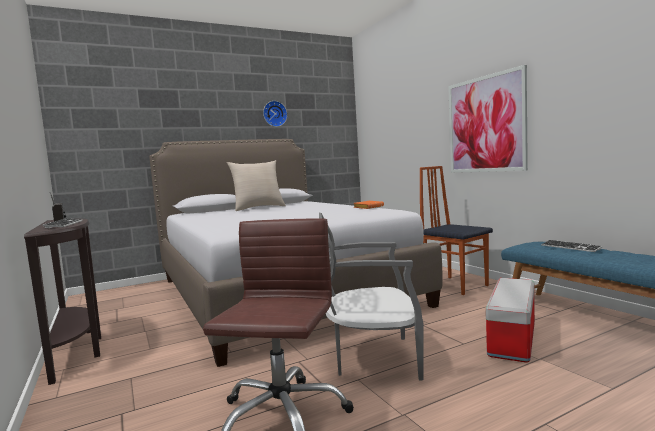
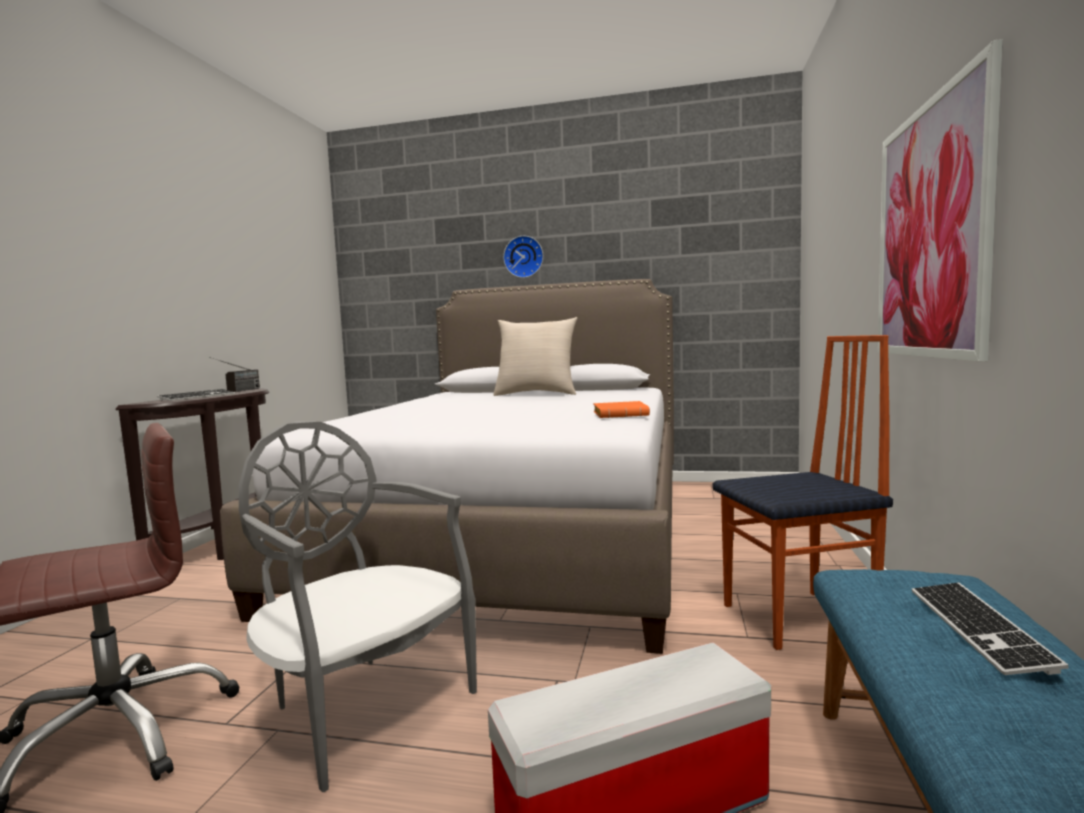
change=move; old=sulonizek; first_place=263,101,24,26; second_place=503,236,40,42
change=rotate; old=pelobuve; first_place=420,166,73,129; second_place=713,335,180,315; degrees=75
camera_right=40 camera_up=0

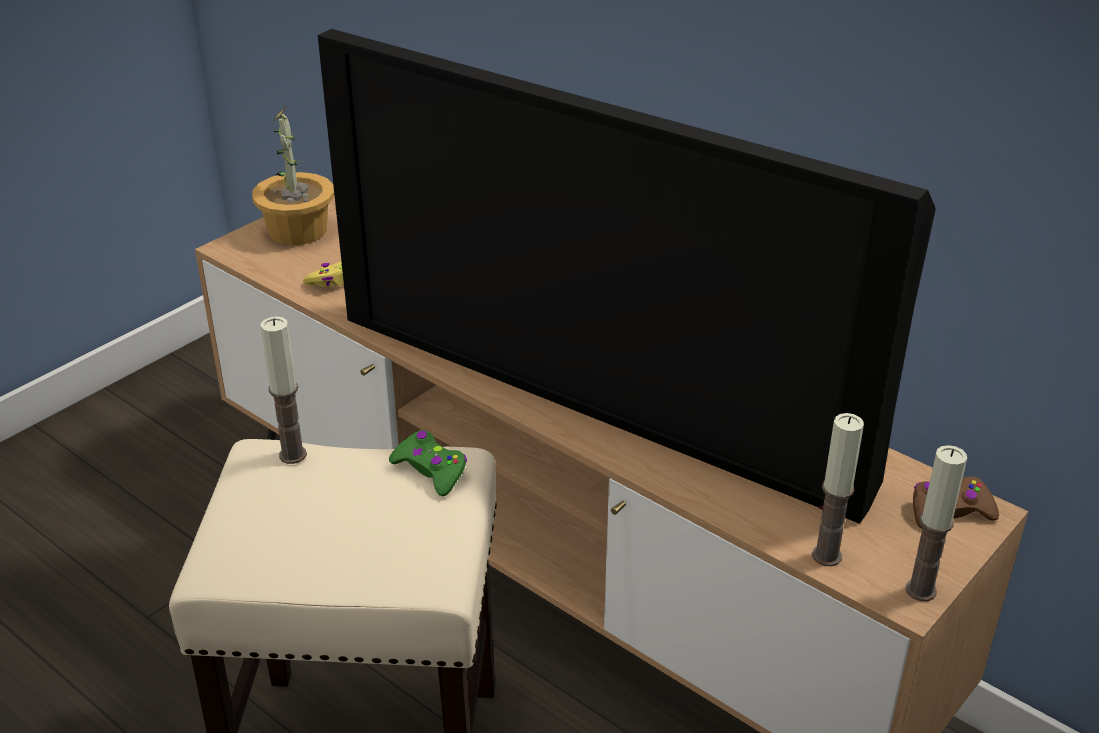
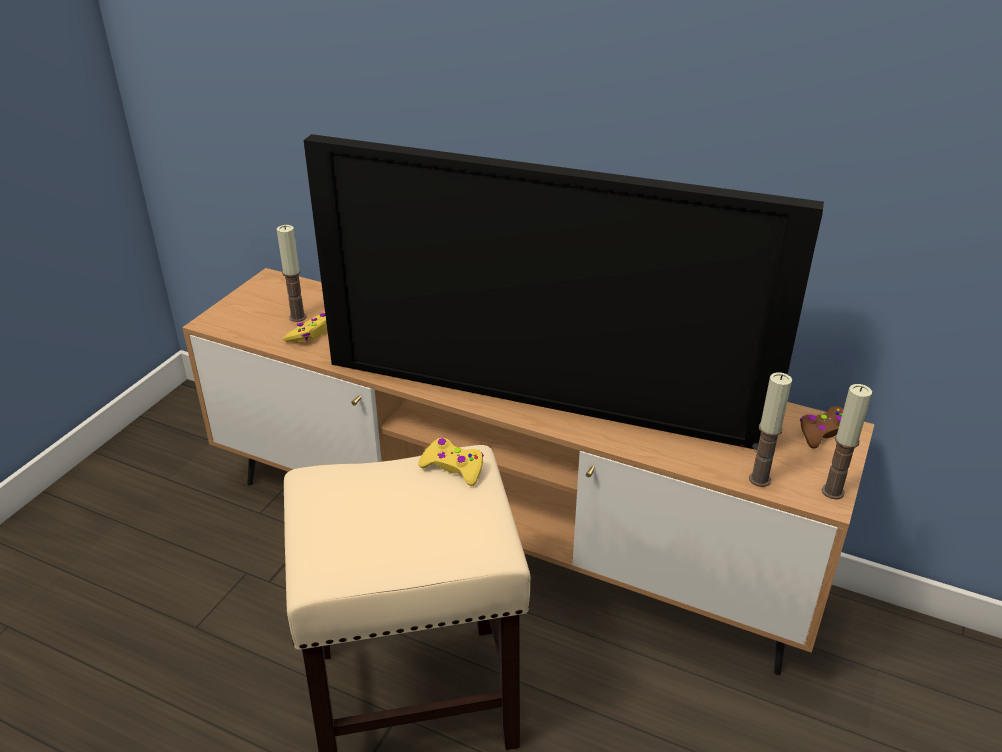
change=delete; old=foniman; first_place=252,106,82,139
change=move; old=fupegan; first_place=261,316,46,148; second_place=277,225,30,97
change=recolor; old=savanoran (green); new=savanoran (yellow); first_place=389,430,78,67; second_place=418,438,66,48
camera_right=-15 camera_up=0

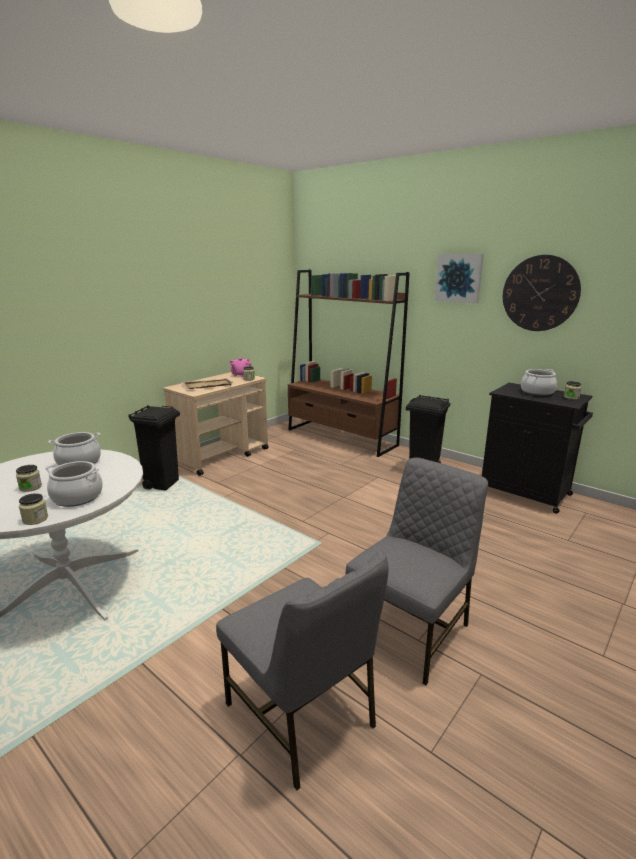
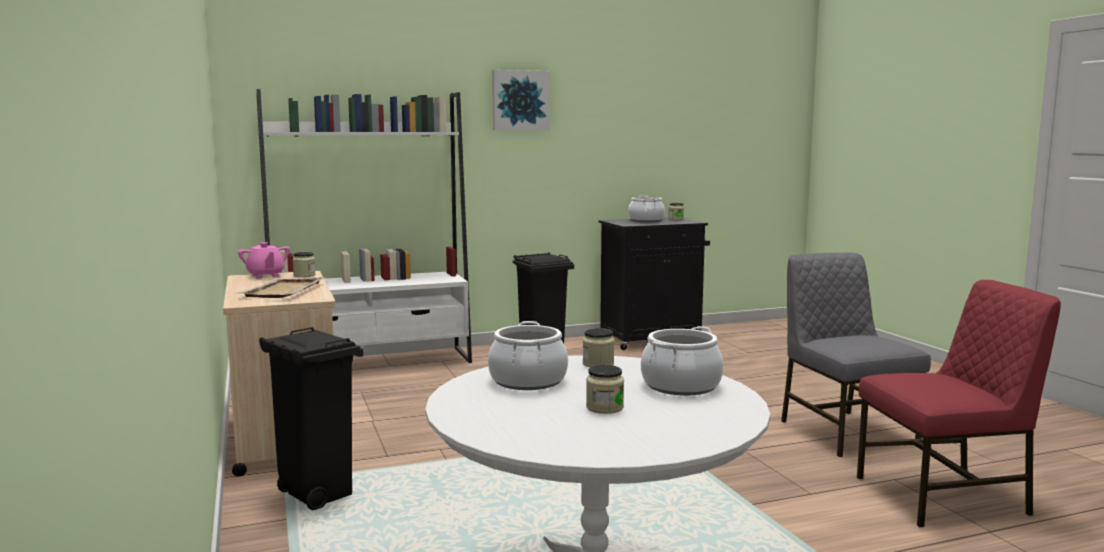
change=move; old=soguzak; first_place=19,493,29,32; second_place=583,328,31,39
change=recolor; old=pelobuve (grey); new=pelobuve (red); first_place=216,551,173,239; second_place=857,280,204,247
change=recolor; old=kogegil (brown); new=kogegil (white); first_place=288,270,122,187; second_place=256,89,216,274
change=delete; old=sulonizek; first_place=503,255,78,76
camera_right=-60 camera_up=-10

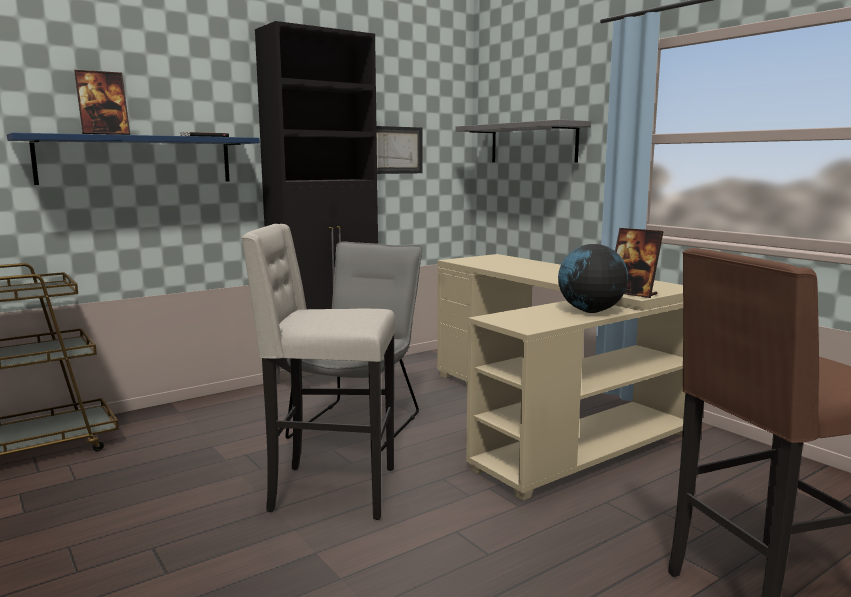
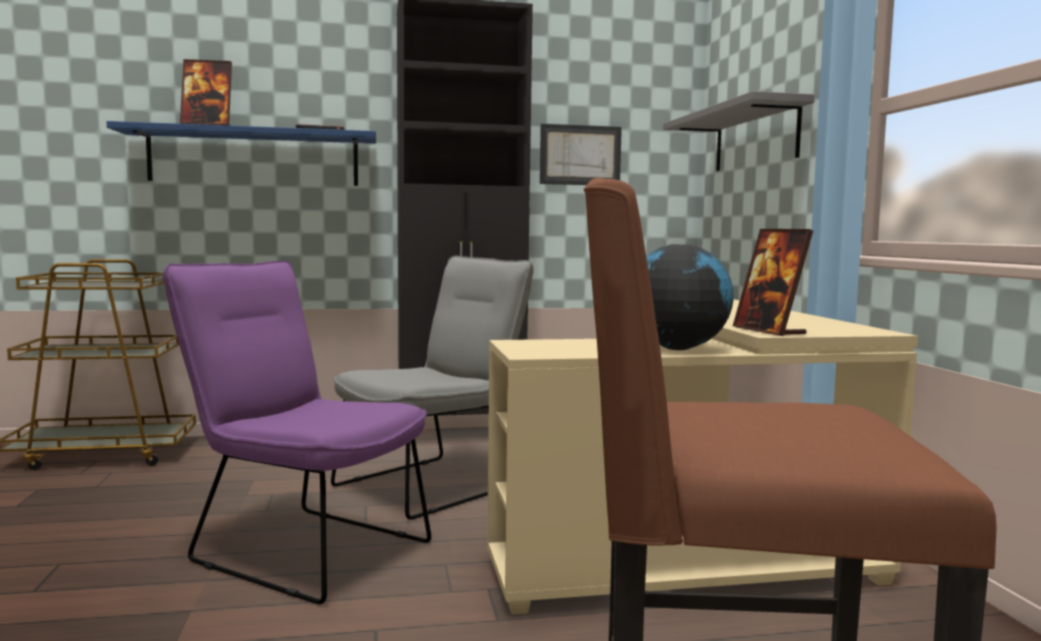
change=replace; old=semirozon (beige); new=pelobuve (purple); first_place=241,224,155,296; second_place=163,260,268,344
camera_right=25 camera_up=-5

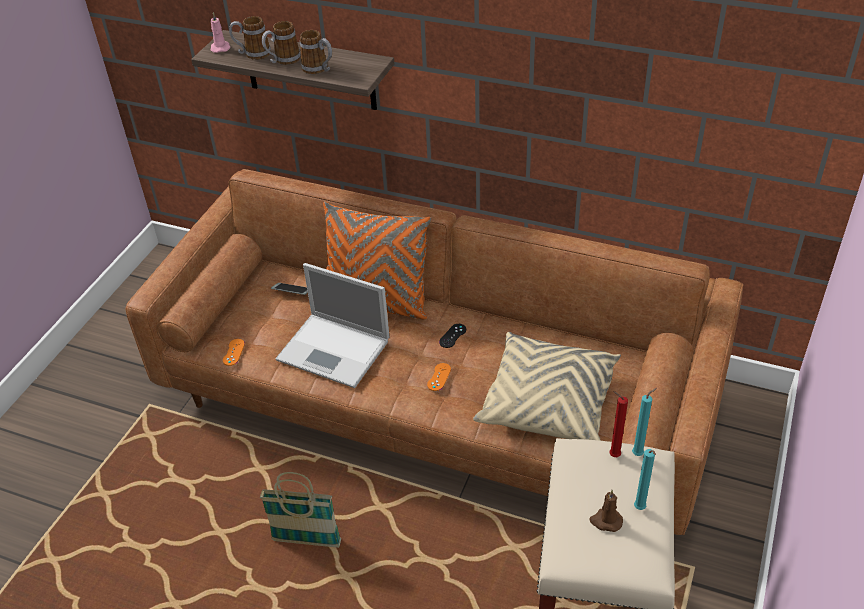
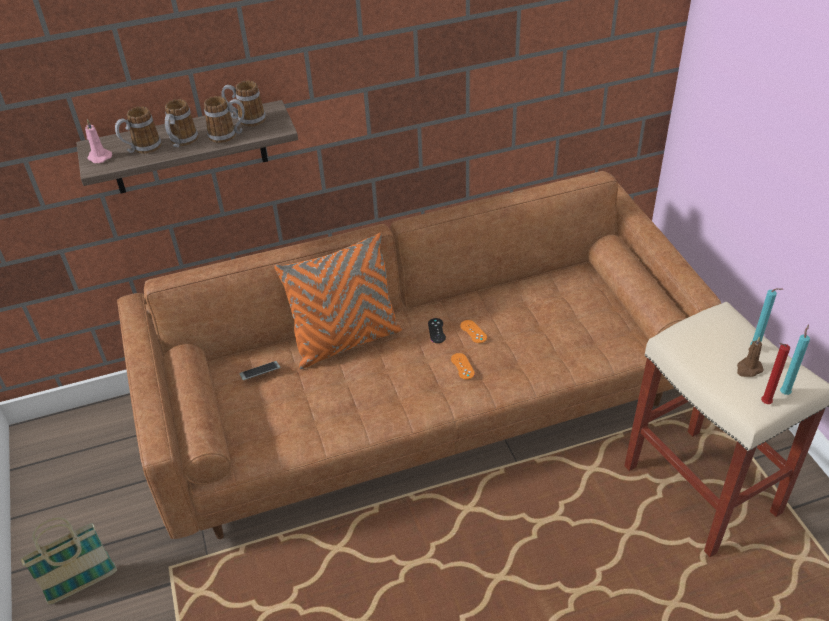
change=move; old=savanoran (orange); first_place=223,339,22,27; second_place=460,320,27,23
change=move; old=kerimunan; first_place=260,472,81,76; second_place=21,517,96,88
change=delete; old=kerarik; first_place=276,263,113,125
change=delete; old=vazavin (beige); first_place=473,332,148,109
change=move; old=fupegan (red); first_place=609,391,19,66; second_place=761,343,29,61
change=move; old=fupegan (turquoise); first_place=632,388,25,68; second_place=780,324,30,71
change=insert; new=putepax; second_place=221,80,45,47
camera_right=-40 camera_up=0

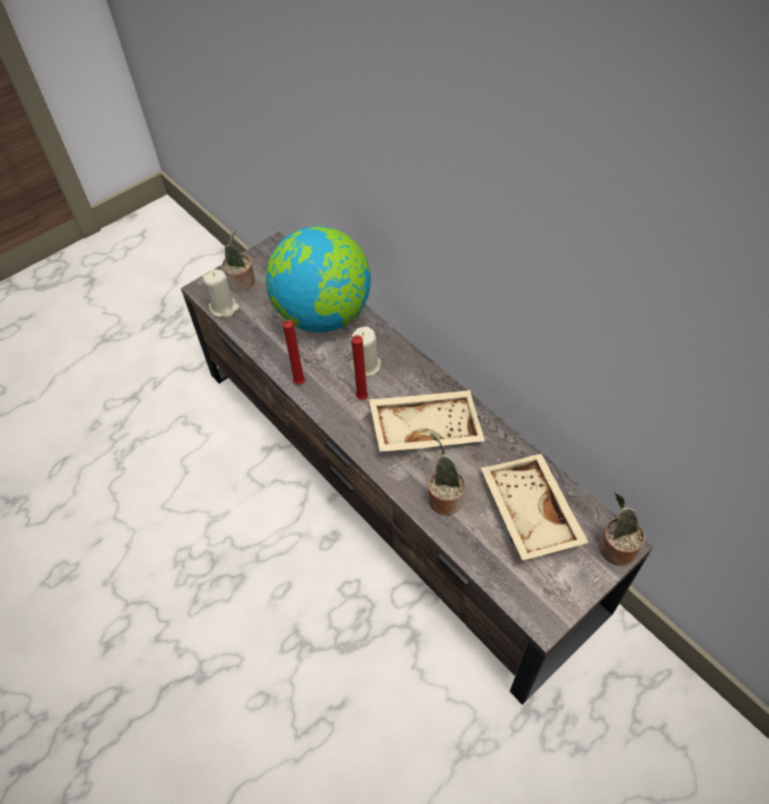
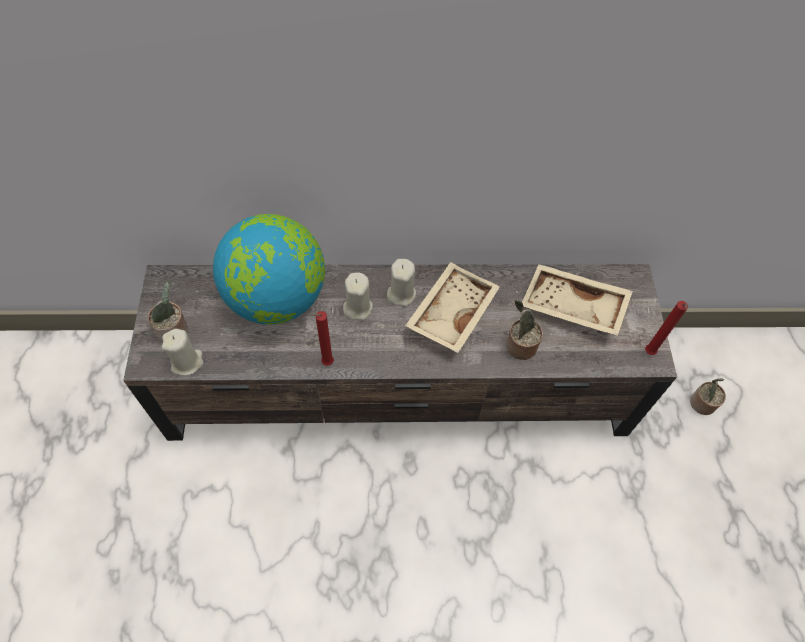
change=move; old=fupegan (red); first_place=345,335,23,65; second_place=645,301,43,54
change=move; old=foniman; first_place=600,492,45,74; second_place=690,378,36,37
change=insert; new=fupegan (beige); second_place=387,259,29,47
camera_right=-55 camera_up=5

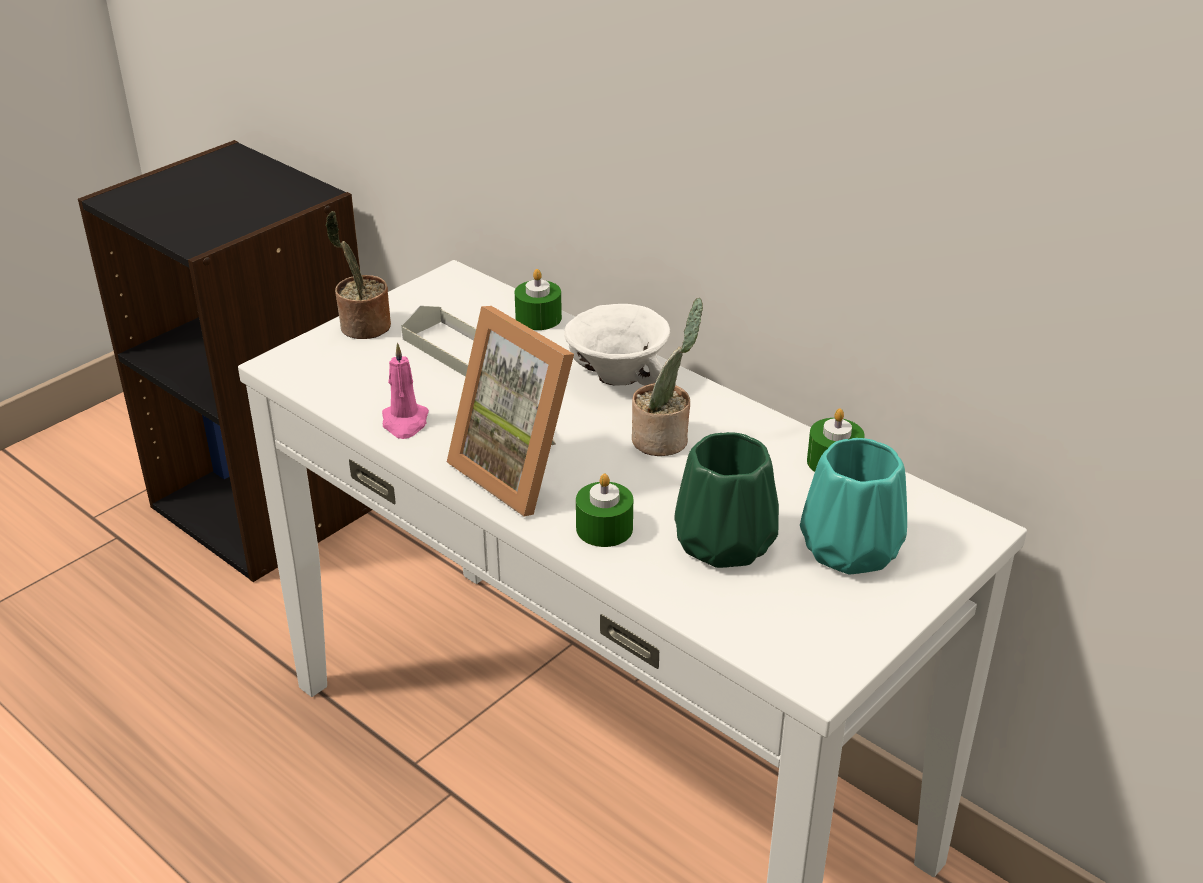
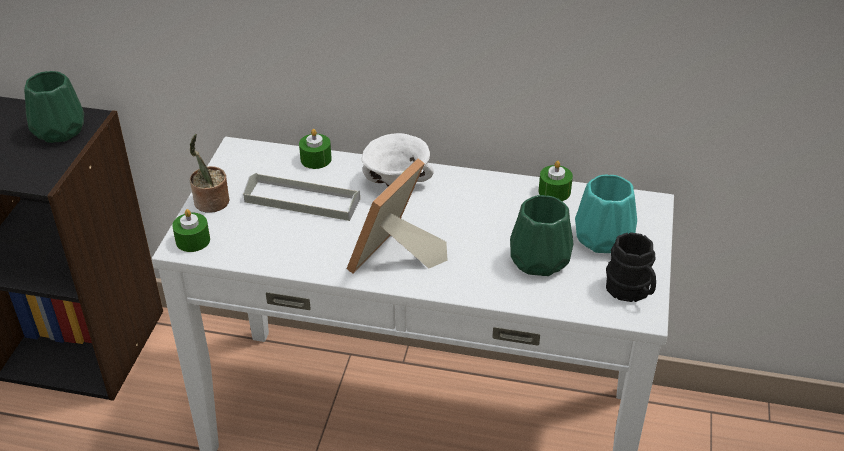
change=delete; old=fupegan (pink); first_place=382,343,47,96
change=rotate; old=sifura; first_place=447,306,127,211; second_place=347,158,101,116; degrees=105
change=move; old=fupegan (green); first_place=576,474,57,73; second_place=172,209,38,43
change=delete; old=foniman; first_place=632,298,71,158
change=insert; new=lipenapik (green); second_place=24,71,60,72
change=insert; new=putepax (black); second_place=606,232,50,70
camera_right=-30 camera_up=5

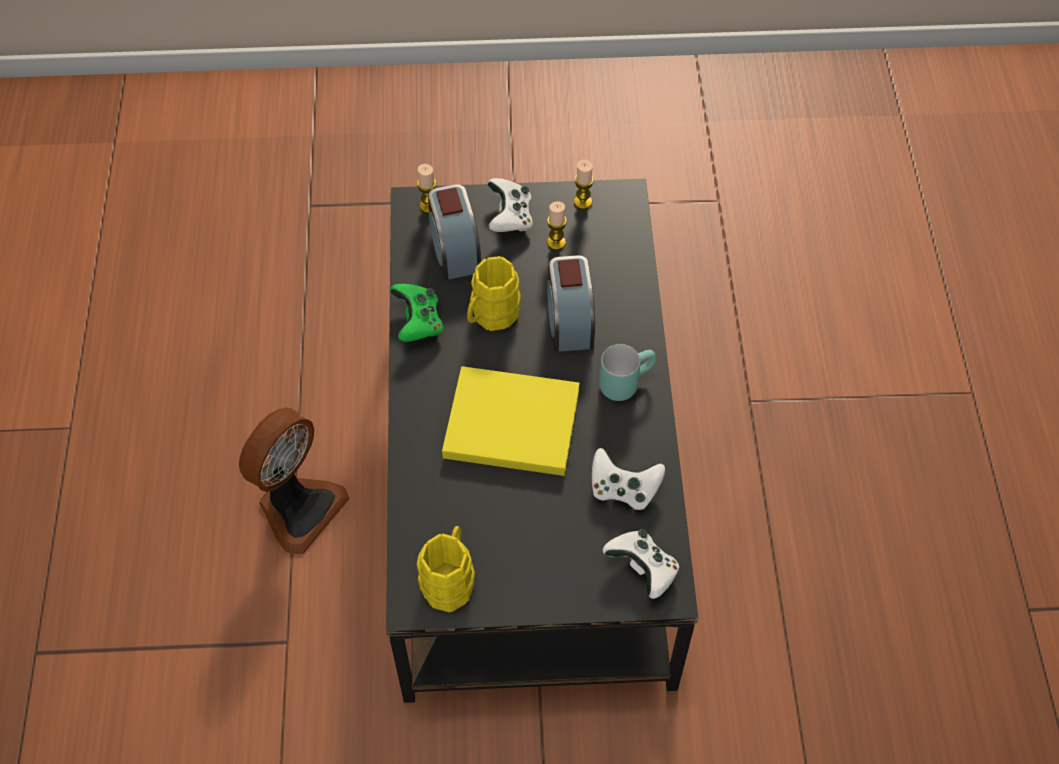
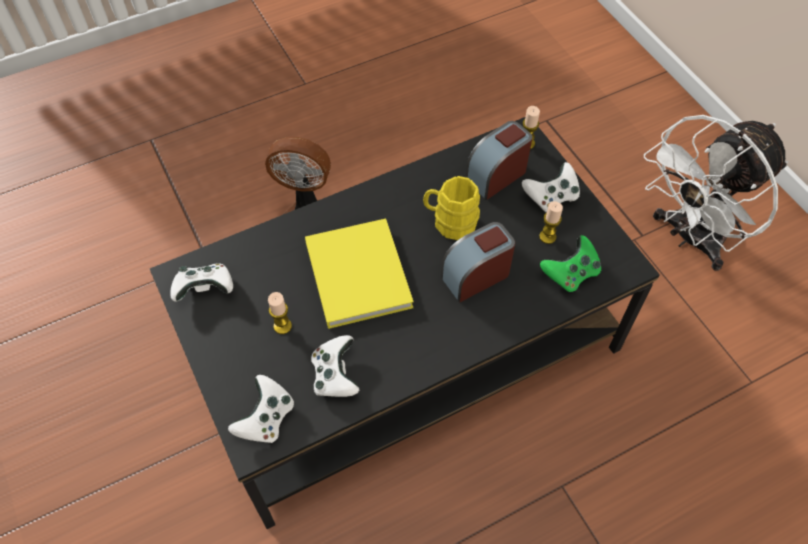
change=move; old=savanoran (green); first_place=390,284,53,58; second_place=540,235,61,57
change=replace; old=putepax (yellow); new=savanoran (white); first_place=416,526,59,86; second_place=170,263,63,39
change=move; old=fupegan; first_place=574,160,20,49; second_place=268,292,24,42
change=delete; old=putepax (turquoise); first_place=599,344,57,57
change=insert; new=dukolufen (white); second_place=644,115,144,156
camera_right=65 camera_up=0

